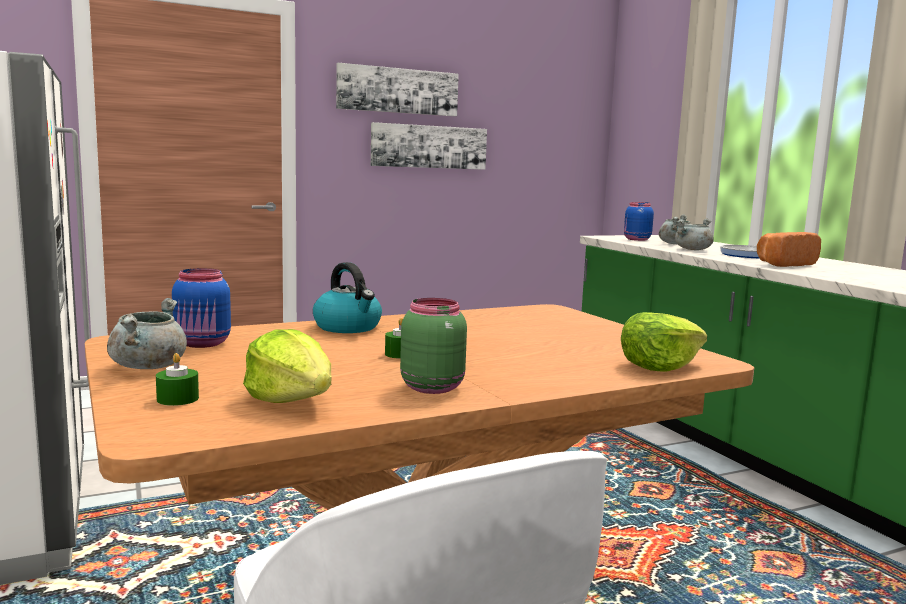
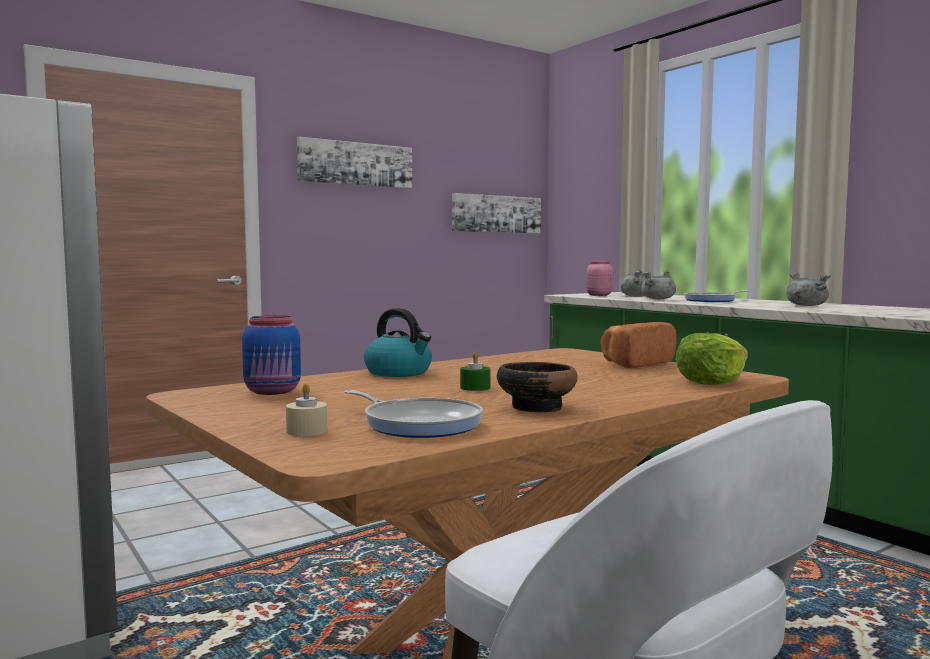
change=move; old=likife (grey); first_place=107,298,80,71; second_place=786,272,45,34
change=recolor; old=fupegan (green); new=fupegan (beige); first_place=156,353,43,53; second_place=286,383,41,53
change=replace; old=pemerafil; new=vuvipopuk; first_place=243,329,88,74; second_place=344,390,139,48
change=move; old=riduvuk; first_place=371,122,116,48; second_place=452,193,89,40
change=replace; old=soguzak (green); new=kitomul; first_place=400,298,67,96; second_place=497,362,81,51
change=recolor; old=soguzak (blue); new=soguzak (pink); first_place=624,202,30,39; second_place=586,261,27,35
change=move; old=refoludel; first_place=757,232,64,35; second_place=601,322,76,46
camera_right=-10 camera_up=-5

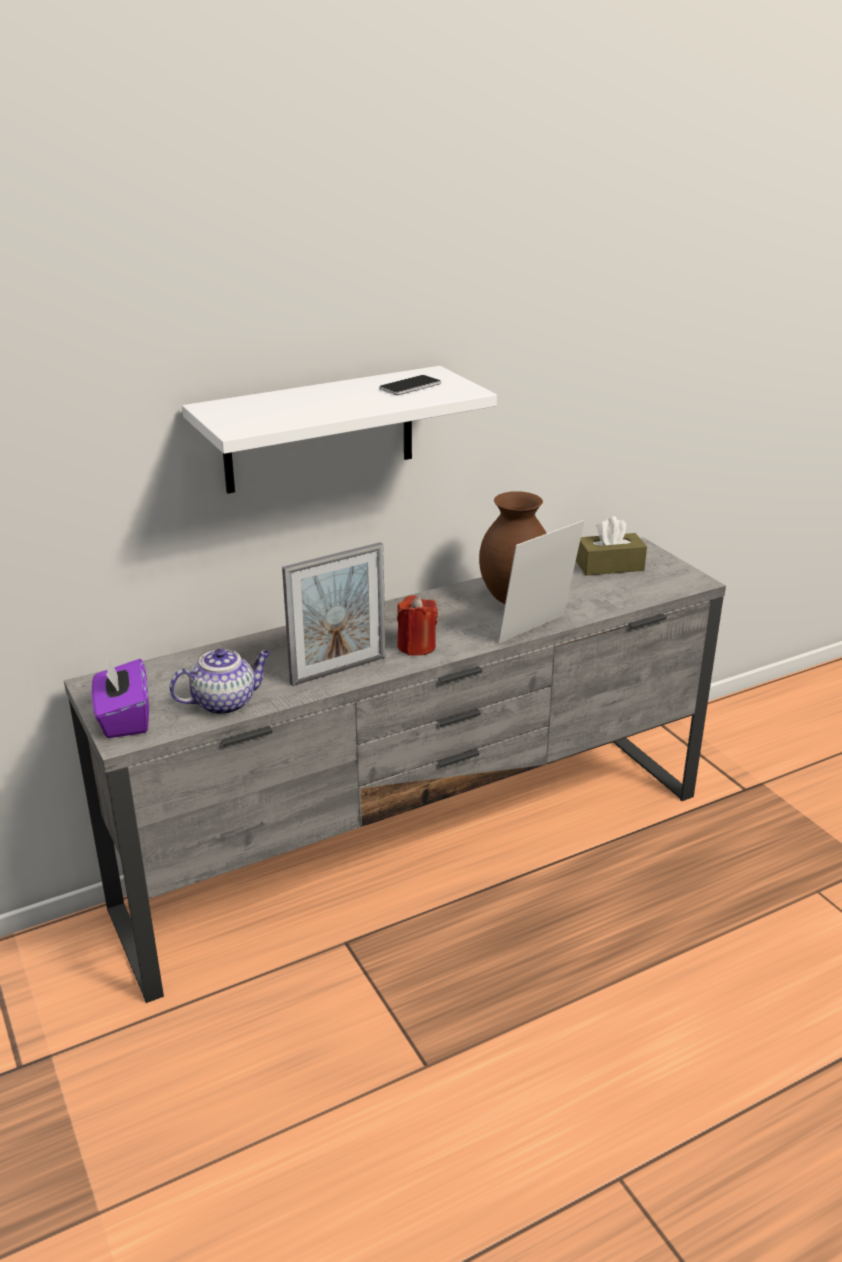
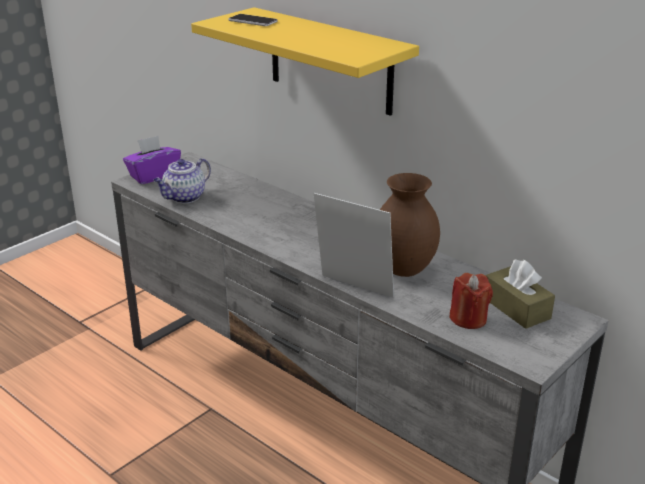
change=rotate; old=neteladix; first_place=170,649,101,66; second_place=154,158,57,45; degrees=90
change=recolor; old=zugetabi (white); new=zugetabi (yellow); first_place=182,366,315,128; second_place=191,7,228,109
change=delete; old=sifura; first_place=282,542,103,144
change=move; old=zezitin; first_place=379,375,62,20; second_place=228,14,50,12
change=move; old=fupegan (red); first_place=397,595,41,61; second_place=449,273,44,56
camera_right=70 camera_up=0

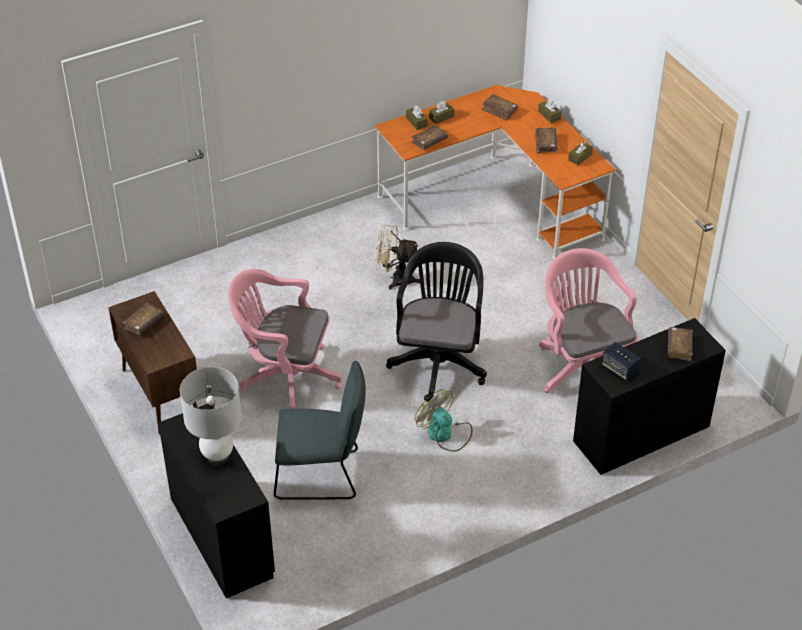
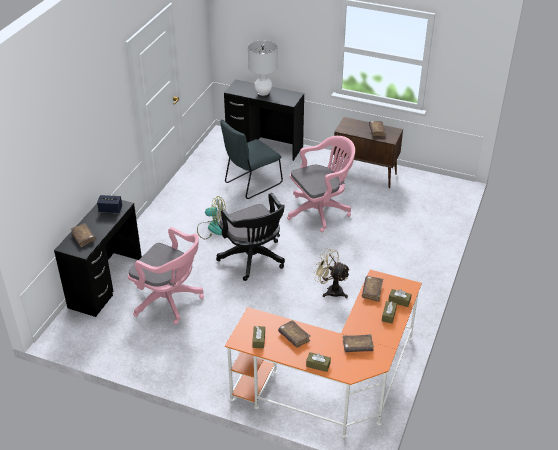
change=rotate; old=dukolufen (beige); first_place=375,225,45,65; second_place=313,248,37,50; degrees=-120
camera_right=140 camera_up=-5

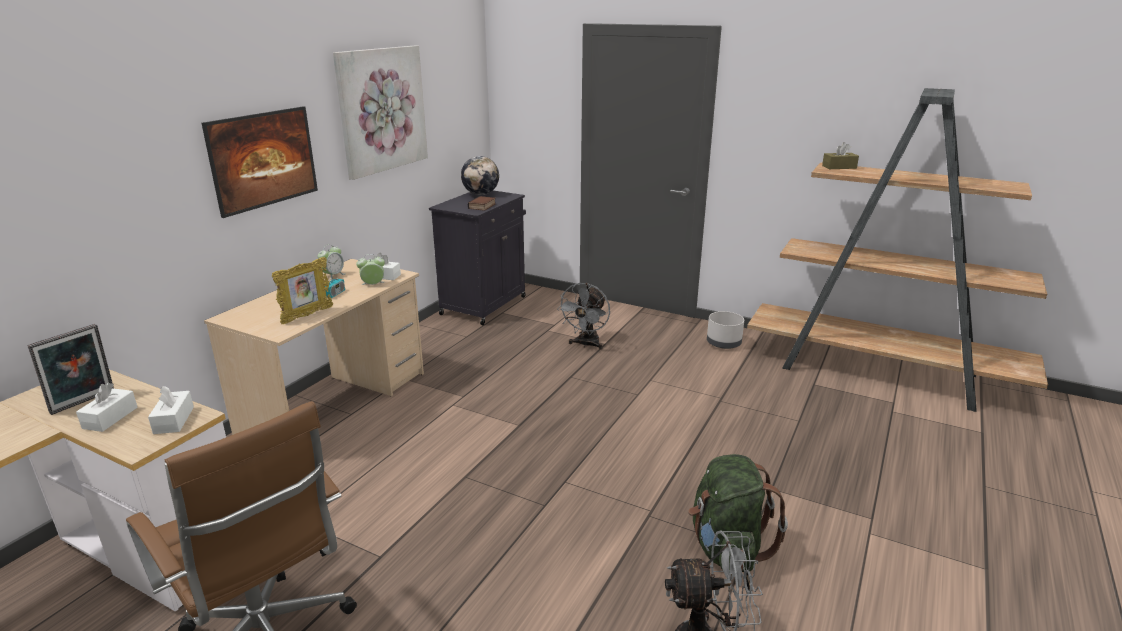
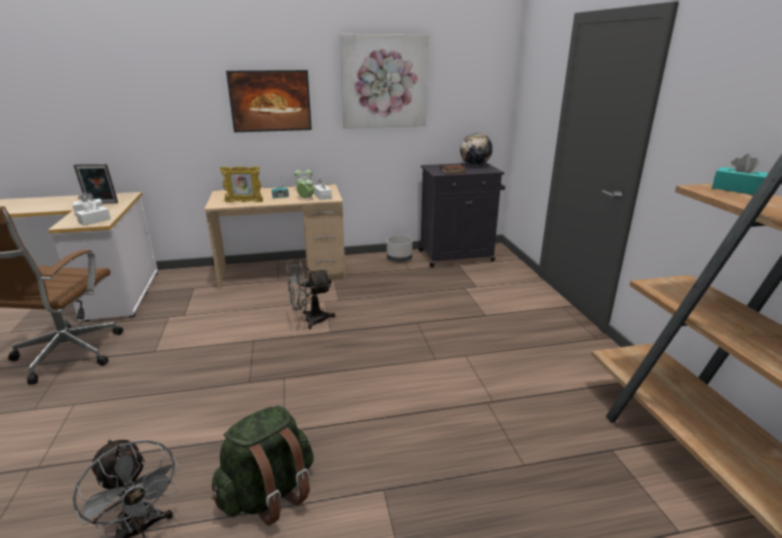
change=move; old=dukolufen (grey); first_place=557,283,53,67; second_place=286,259,49,70
change=move; old=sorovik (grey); first_place=707,311,37,38; second_place=387,235,26,27
change=recolor; old=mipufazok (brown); new=mipufazok (turquoise); first_place=822,142,37,27; second_place=712,154,56,41
camera_right=50 camera_up=0

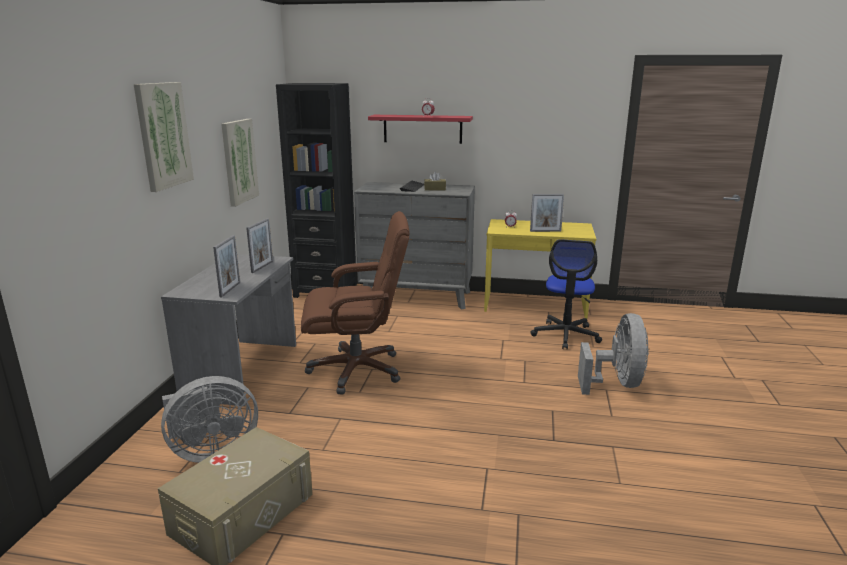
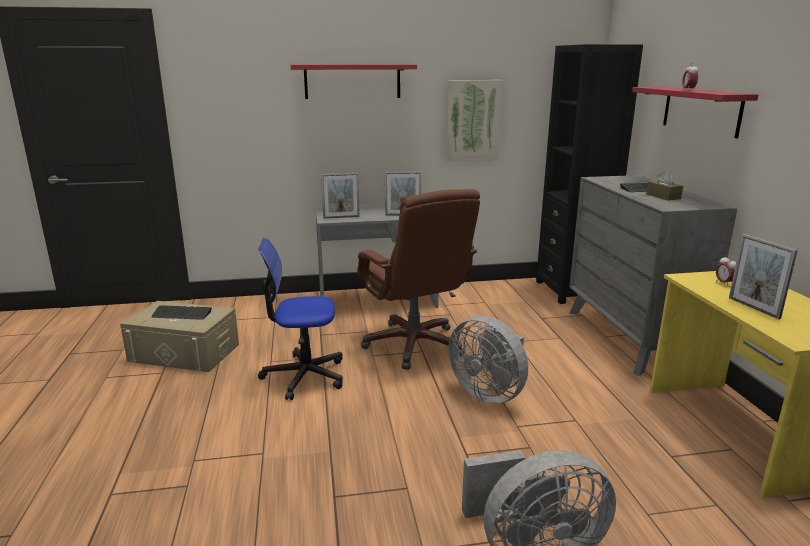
change=replace; old=riduvuk; new=zugetabi (red); first_place=134,82,60,110; second_place=290,64,127,35
change=move; old=dukolufen (grey); first_place=161,376,97,87; second_place=448,316,80,88
change=move; old=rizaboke; first_place=531,239,71,110; second_place=258,238,85,162
change=insert; new=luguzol; second_place=151,305,61,15
camera_right=70 camera_up=0

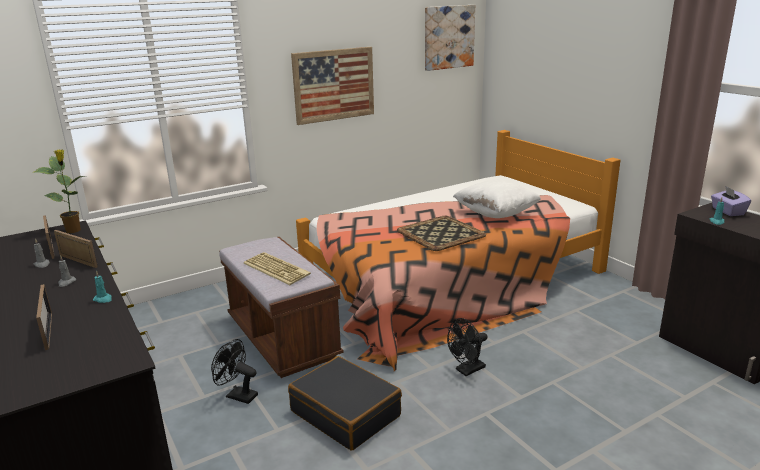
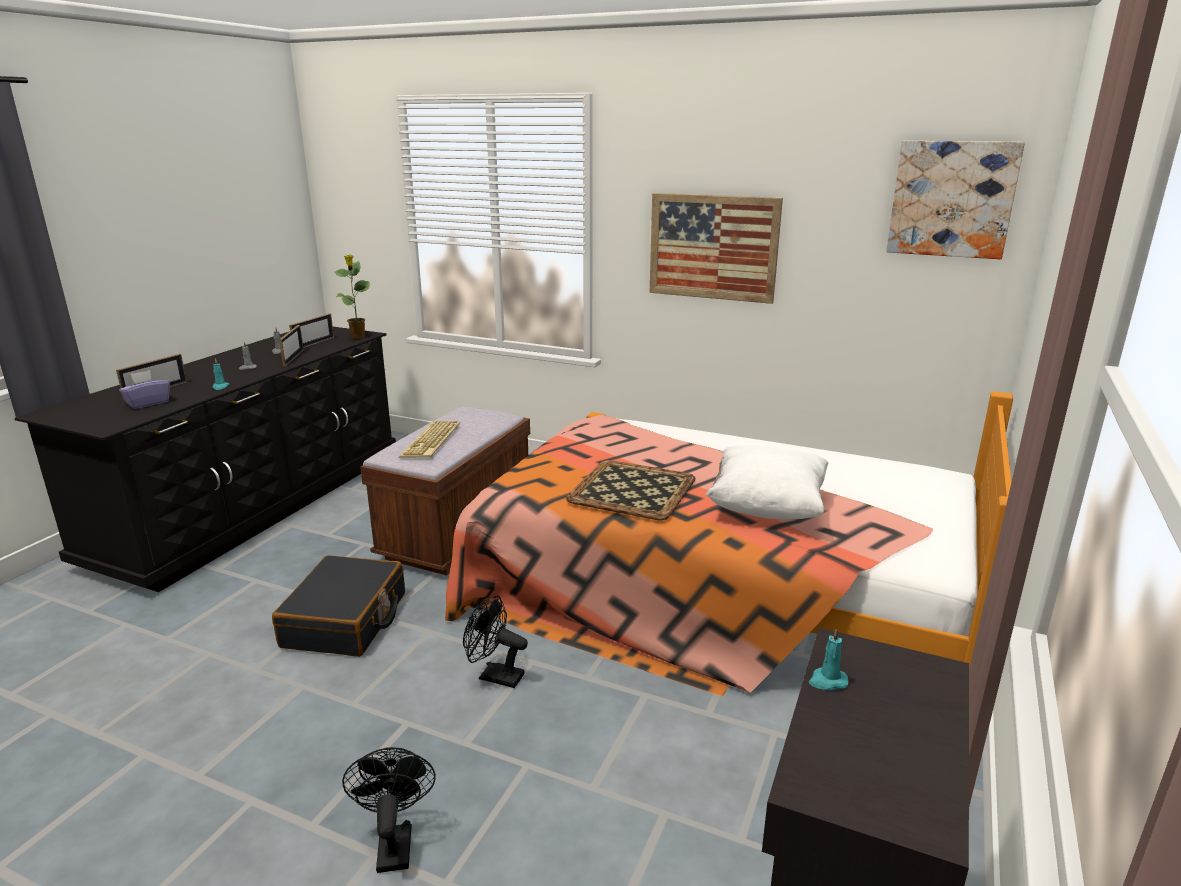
change=move; old=dukolufen (black); first_place=211,339,47,65; second_place=342,747,94,126
change=move; old=mipufazok (purple); first_place=711,186,40,30; second_place=119,370,51,39
camera_right=55 camera_up=0

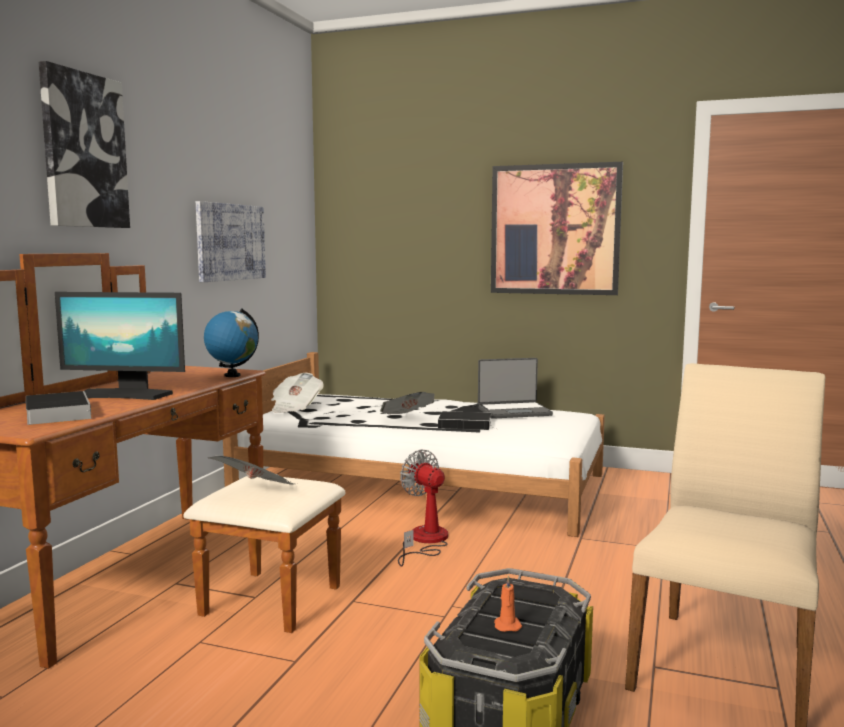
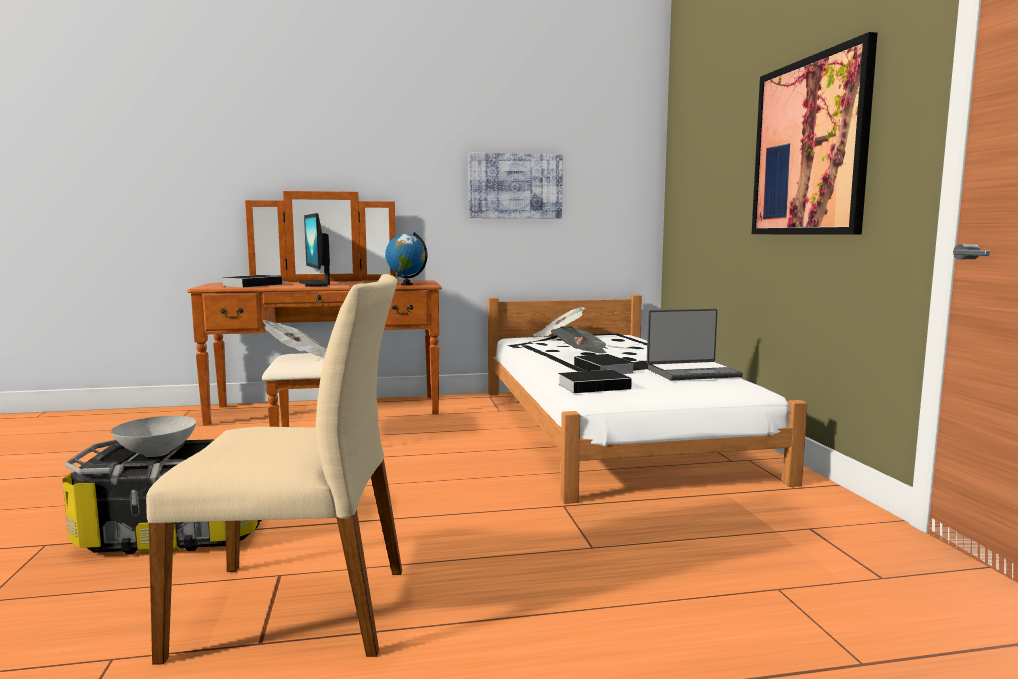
change=delete; old=riduvuk; first_place=39,61,91,167
change=delete; old=dukolufen; first_place=398,449,50,118
change=rotate; old=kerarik; first_place=478,358,75,61; second_place=647,309,96,71; degrees=-60
change=replace; old=fupegan (orange); new=kitomul (grey); first_place=494,575,28,57; second_place=111,416,85,41
change=insert; new=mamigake; second_place=558,370,80,23
camera_right=60 camera_up=0

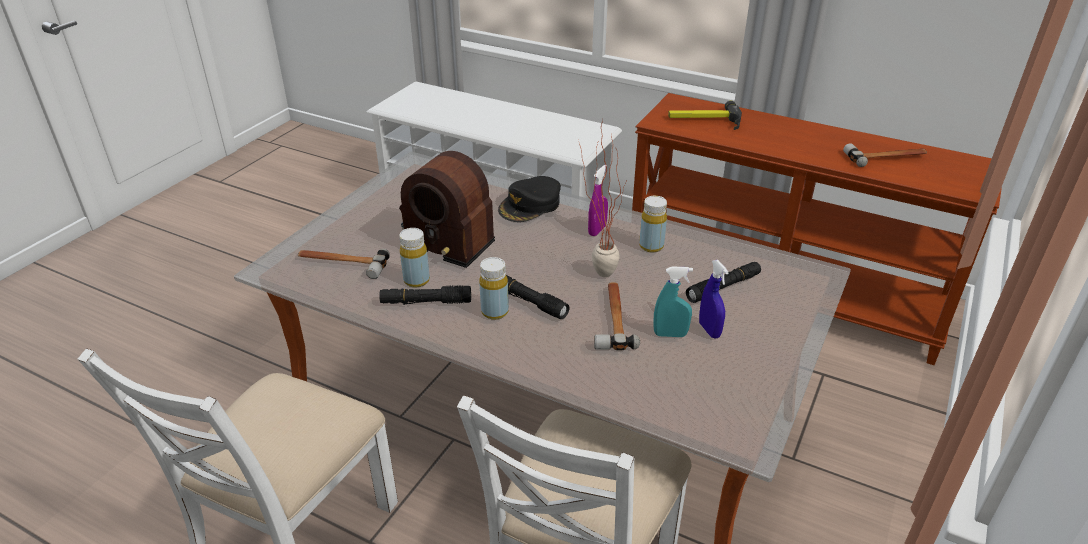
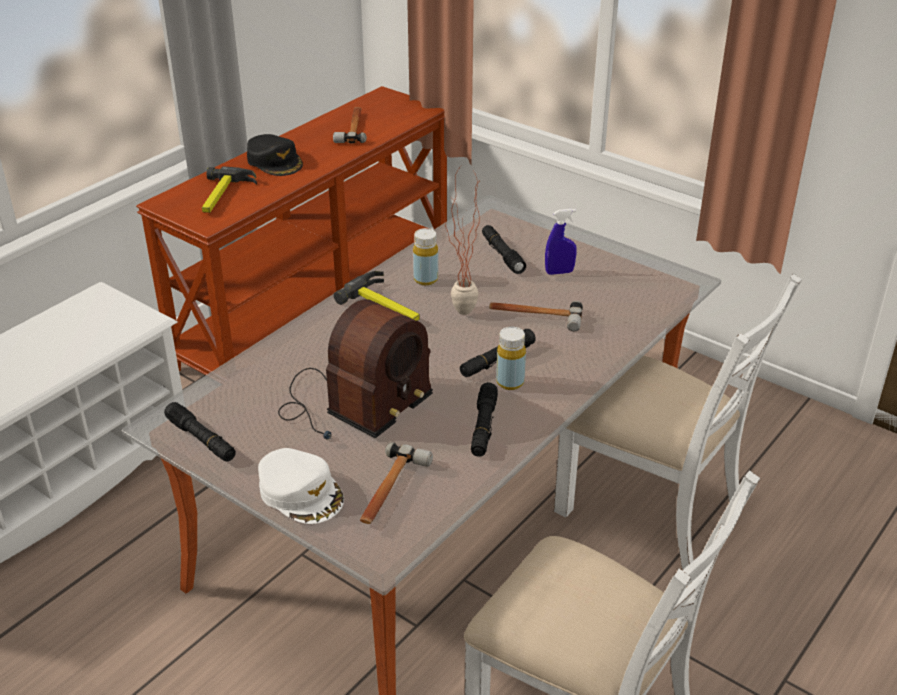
change=delete; old=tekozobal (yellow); first_place=399,228,31,59
change=move; old=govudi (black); first_place=498,176,63,46; second_place=247,134,56,42
change=replace; old=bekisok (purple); new=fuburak; first_place=588,165,20,71; second_place=334,271,86,50
change=delete; old=bekisok (turquoise); first_place=653,267,40,70
change=insert; new=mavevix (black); second_place=164,402,72,60
change=insert; new=govudi (white); second_place=258,448,86,76
camera_right=-80 camera_up=0

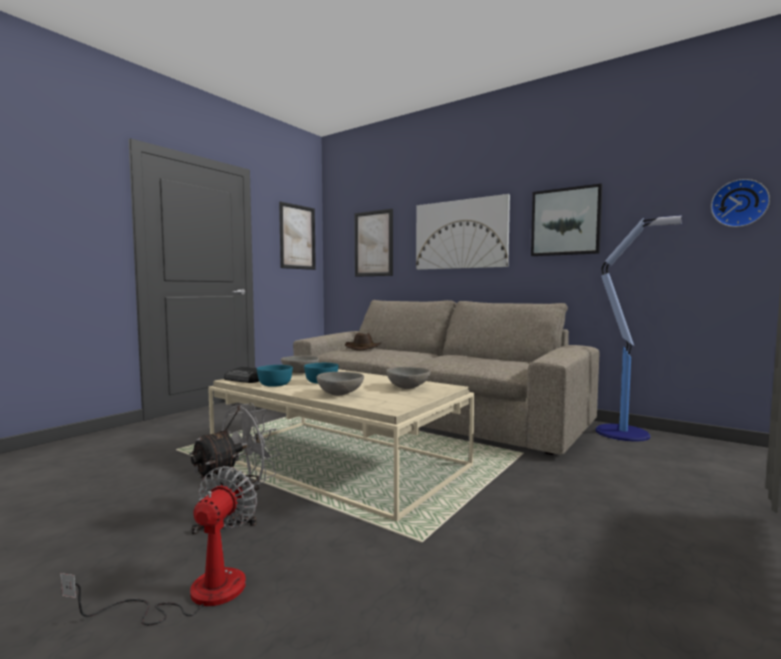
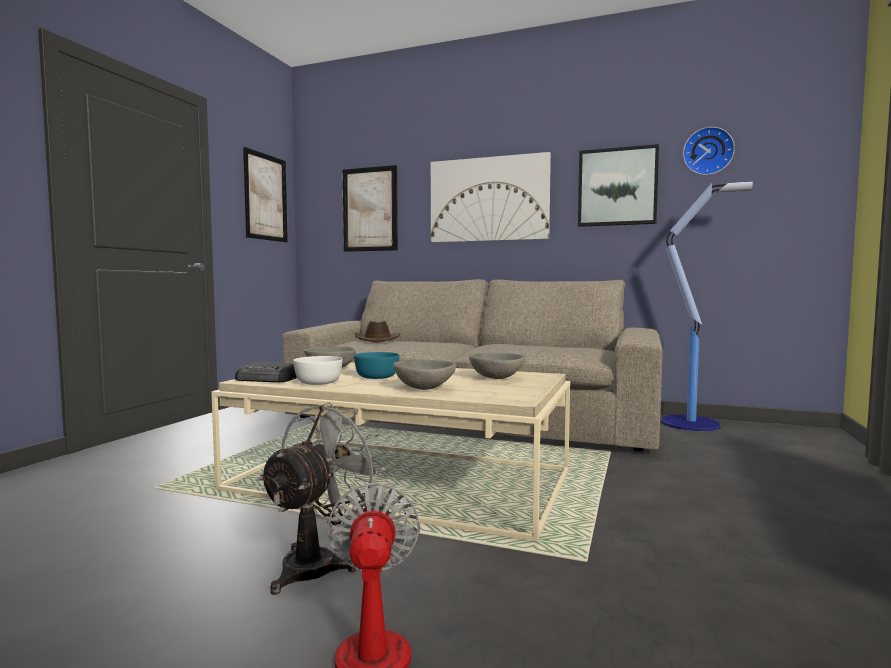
change=recolor; old=kitomul (turquoise); new=kitomul (white); first_place=257,365,36,22; second_place=293,356,50,29
change=move; old=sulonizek; first_place=711,179,59,48; second_place=683,127,52,48
camera_right=-15 camera_up=0

